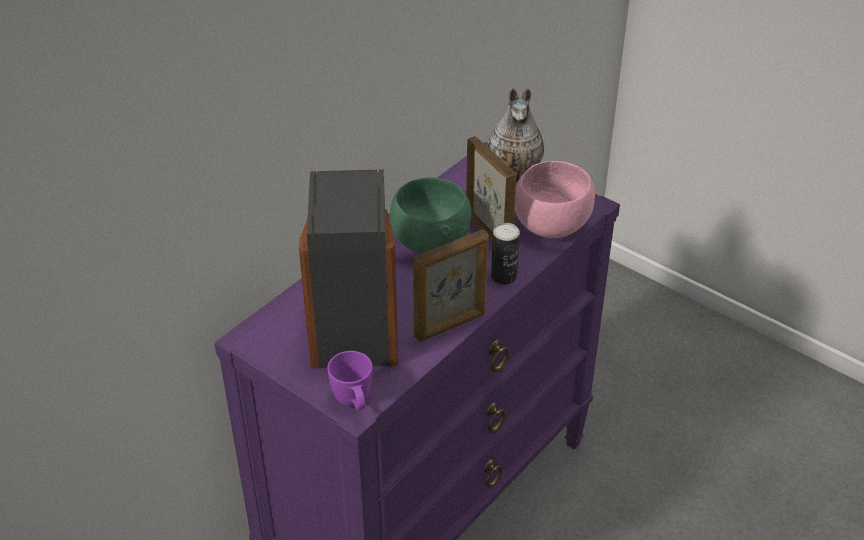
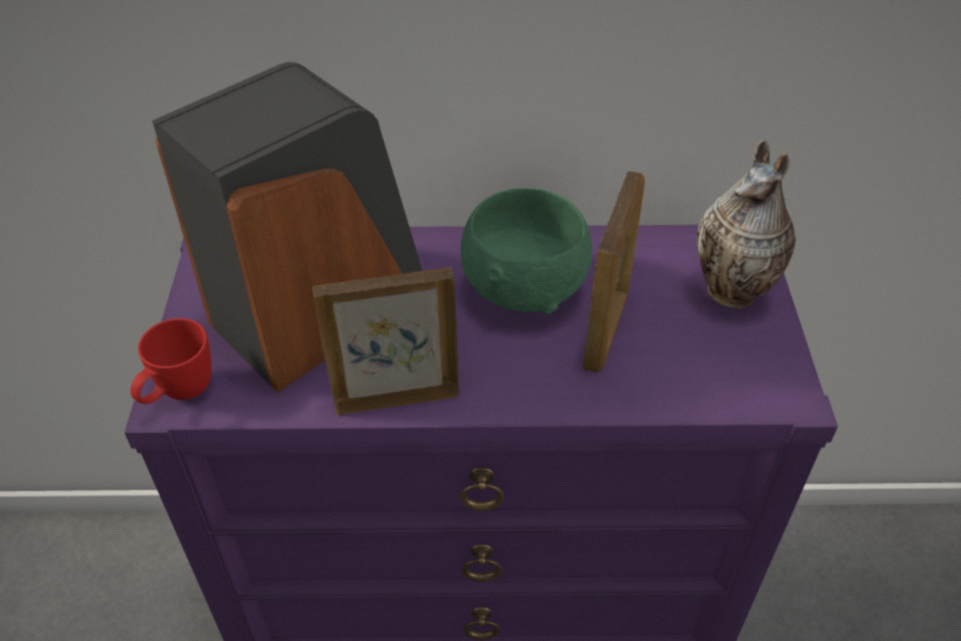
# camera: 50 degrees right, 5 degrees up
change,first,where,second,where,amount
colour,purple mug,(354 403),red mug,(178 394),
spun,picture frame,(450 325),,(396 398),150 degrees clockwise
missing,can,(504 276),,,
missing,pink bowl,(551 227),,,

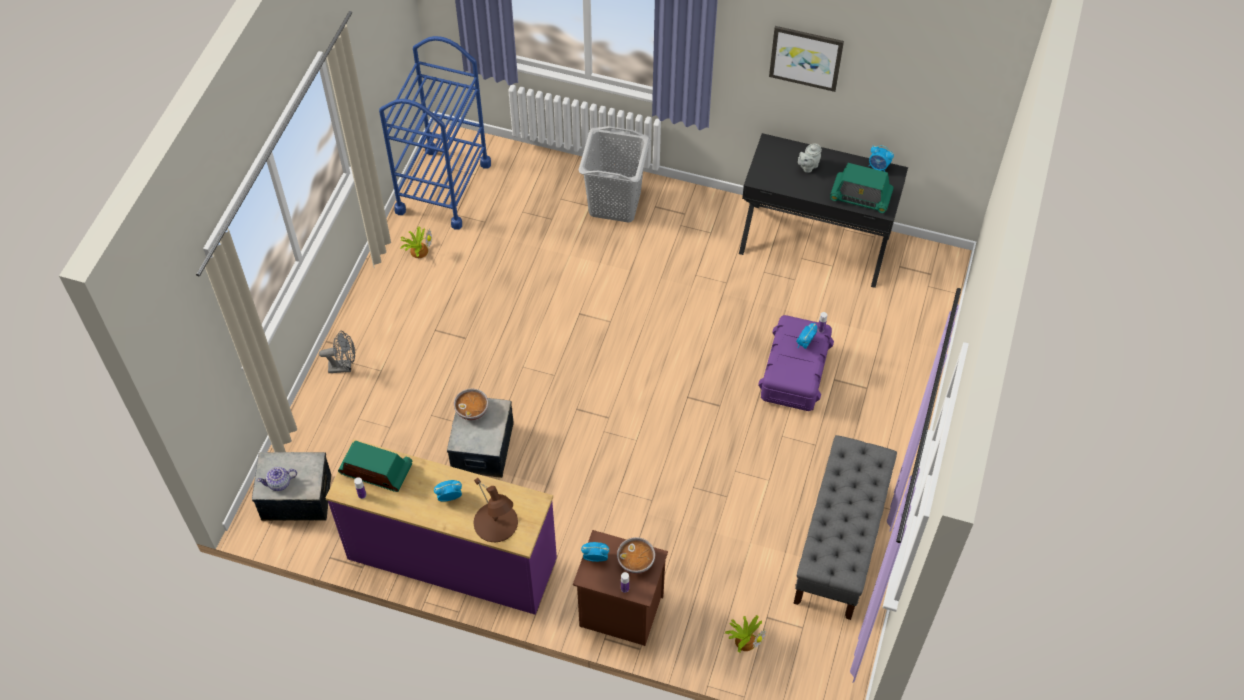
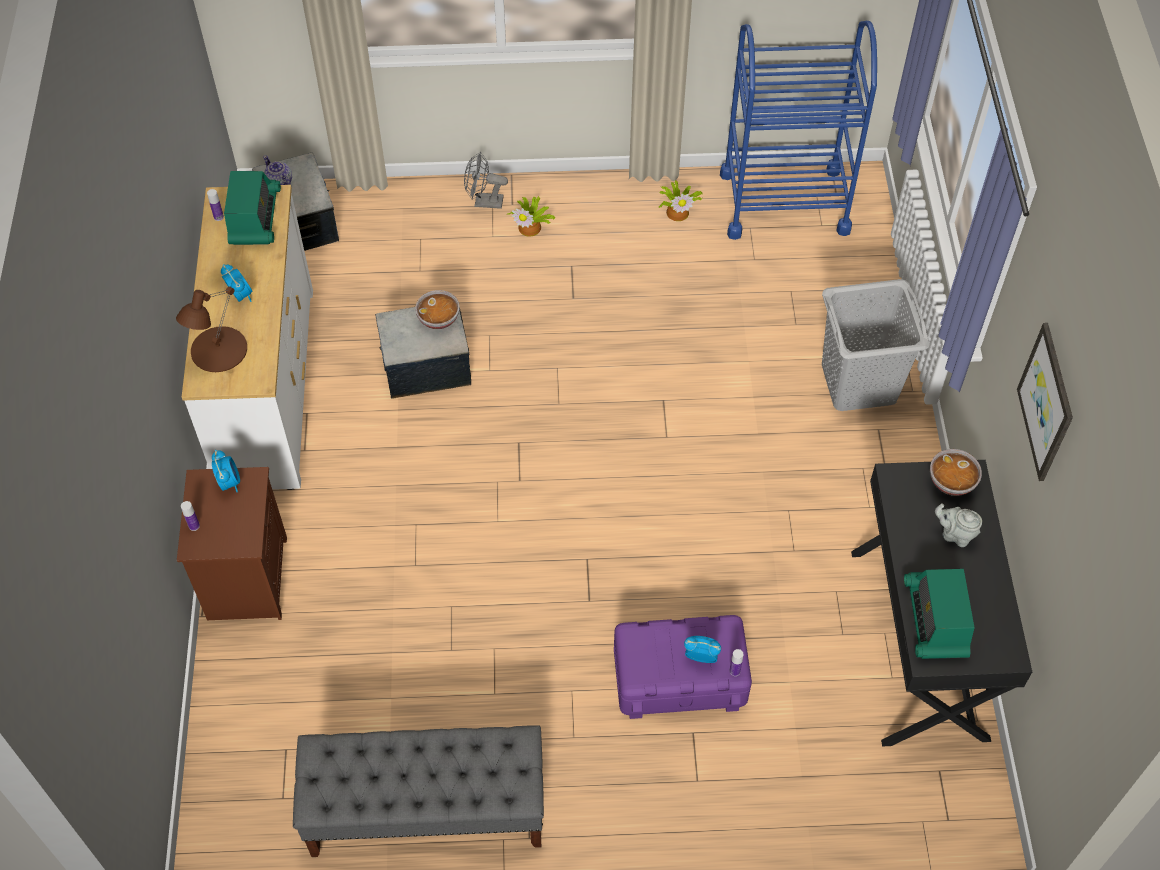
# camera: 70 degrees right, 0 degrees up
change,first,where,second,where,amount
colour,purple dresser,(452 559),white dresser,(266 387),
spun,grey fan,(344 367),,(484 202),120 degrees clockwise
relocated,potted plant,(745 640),,(531 226),
relocated,bowl,(636 562),,(951 482),
missing,alarm clock,(878 167),,,

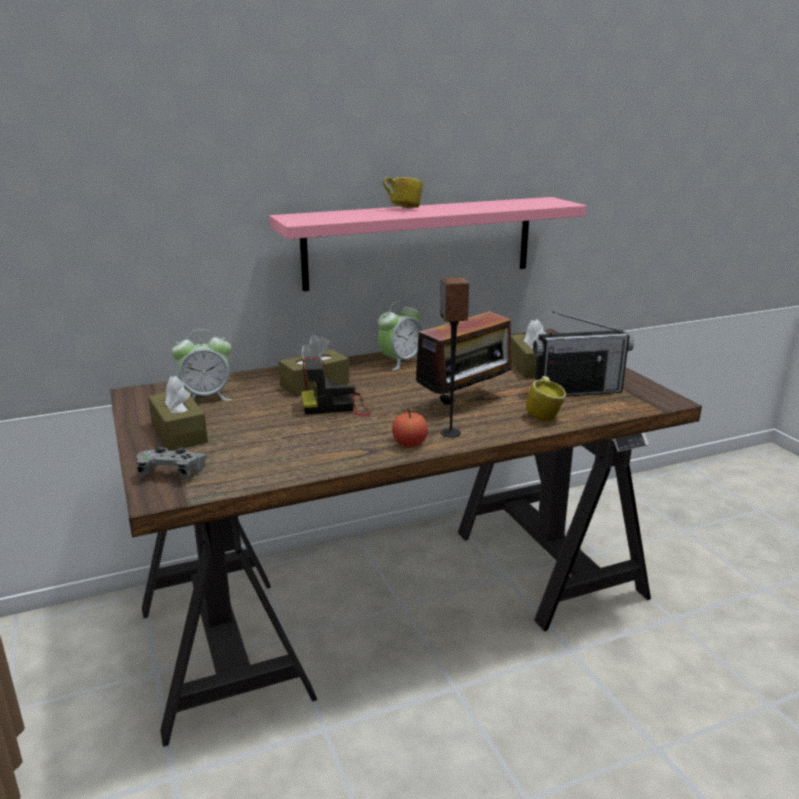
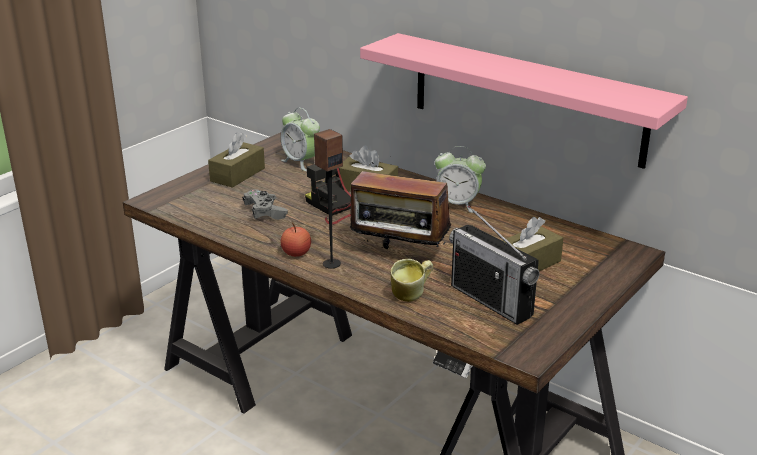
# camera: 60 degrees right, 5 degrees up
change,first,where,second,where,amount
relocated,grey game controller,(172 473),,(265 212),
missing,mug,(402 209),,,

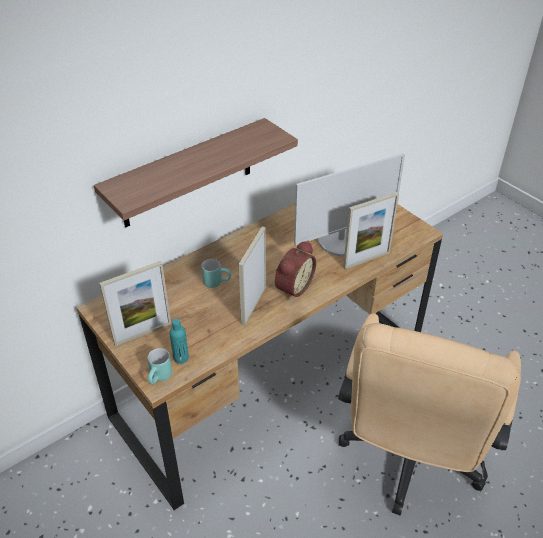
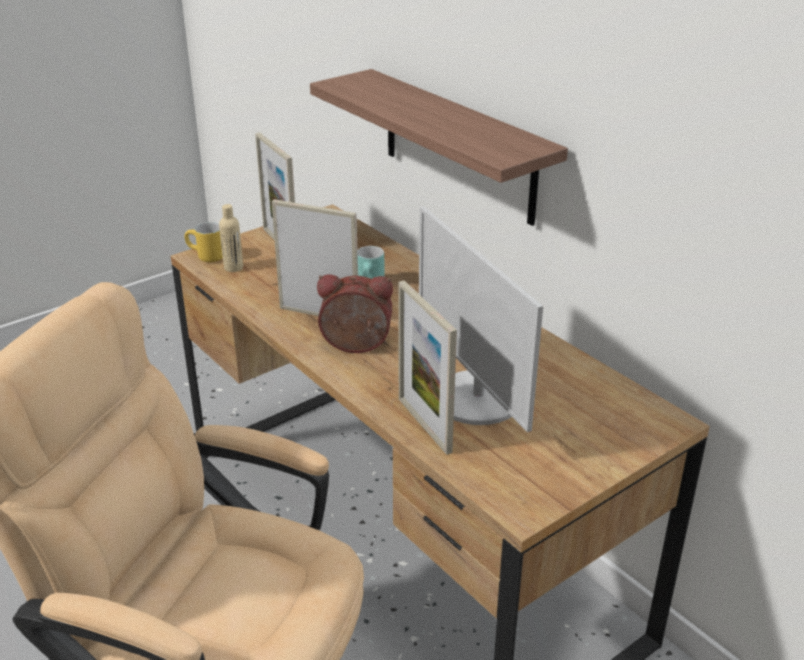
# camera: 90 degrees right, 10 degrees down
change,first,where,second,where,amount
colour,turquoise mug,(160 378),yellow mug,(205 257),
colour,turquoise bottle,(181 358),beige bottle,(233 267),
spun,alarm clock,(292 287),,(356 346),150 degrees clockwise

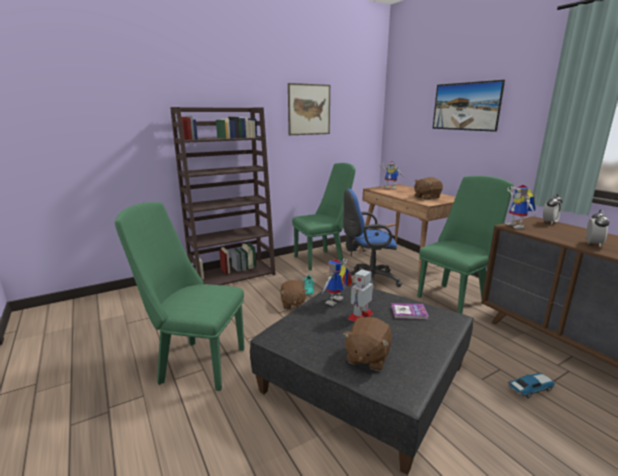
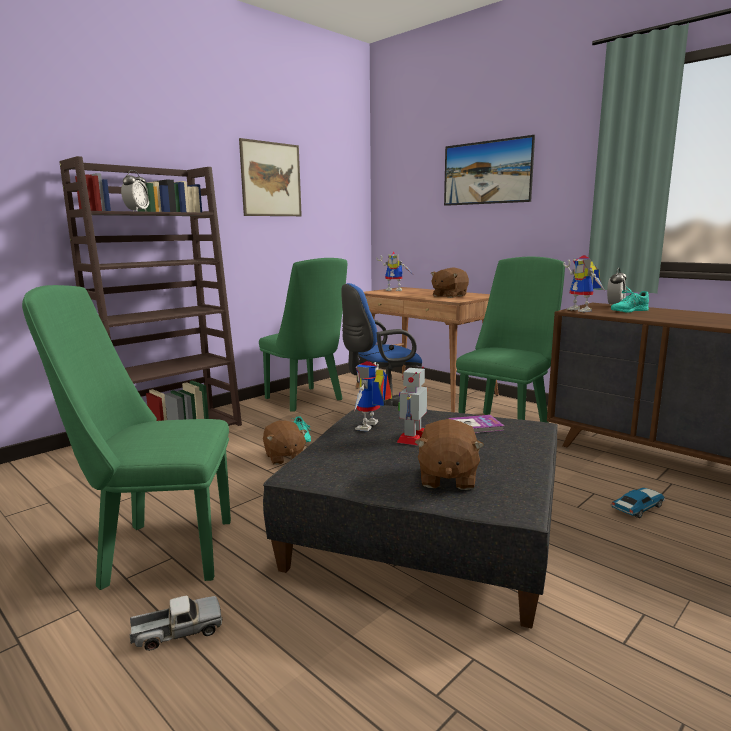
# camera: 15 degrees left, 5 degrees down
change,first,where,second,where,amount
relocated,alarm clock,(593 244),,(137 211),
appeared,,,toy truck,(177 632),
spun,green chair,(322 259),,(307 400),90 degrees clockwise
appeared,,,turquoise shoe,(628 311),

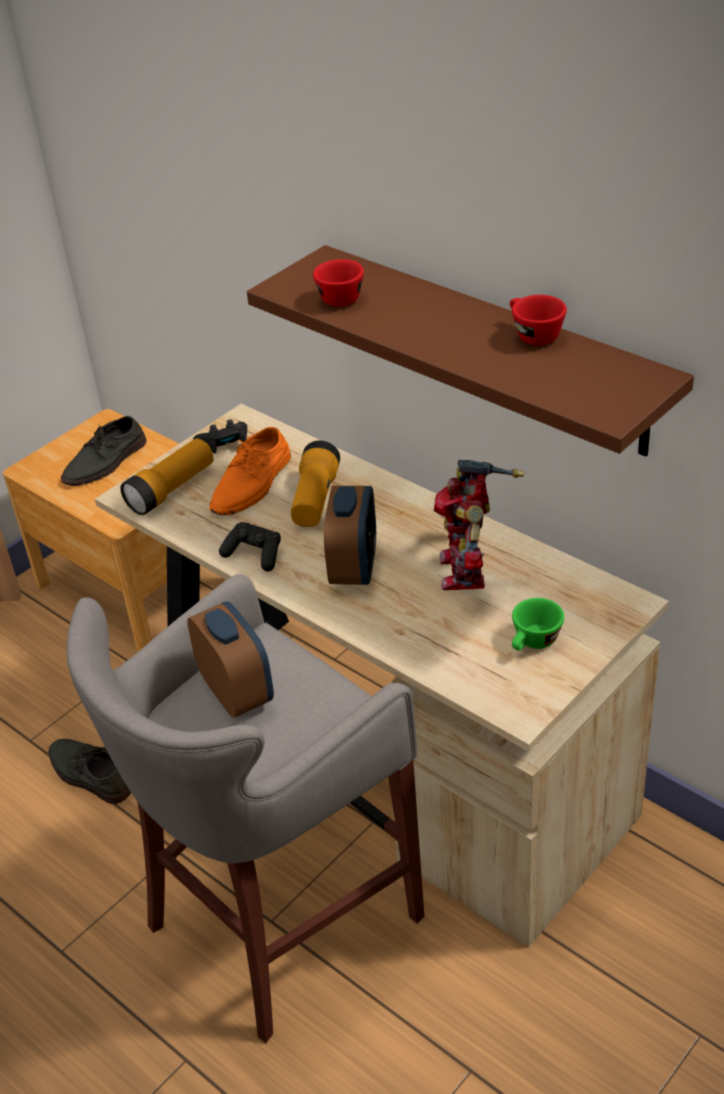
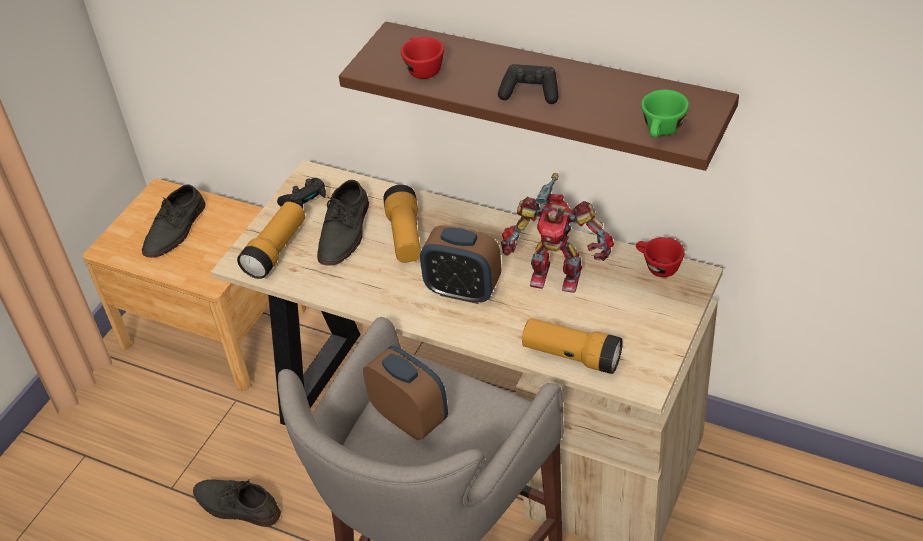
# camera: 15 degrees left, 5 degrees up
change,first,where,second,where,amount
colour,orange shoe,(253 484),grey shoe,(345 232),
spun,alarm clock,(354 568),,(463 290),120 degrees clockwise
relocated,black game controller,(254 554),,(530 93),
spun,toy robot,(467 570),,(556 274),60 degrees counterclockwise
appeared,,,flashlight,(572 356),
relocated,red cup,(532 335),,(657 266),
relocated,green cup,(533 643),,(662 131),

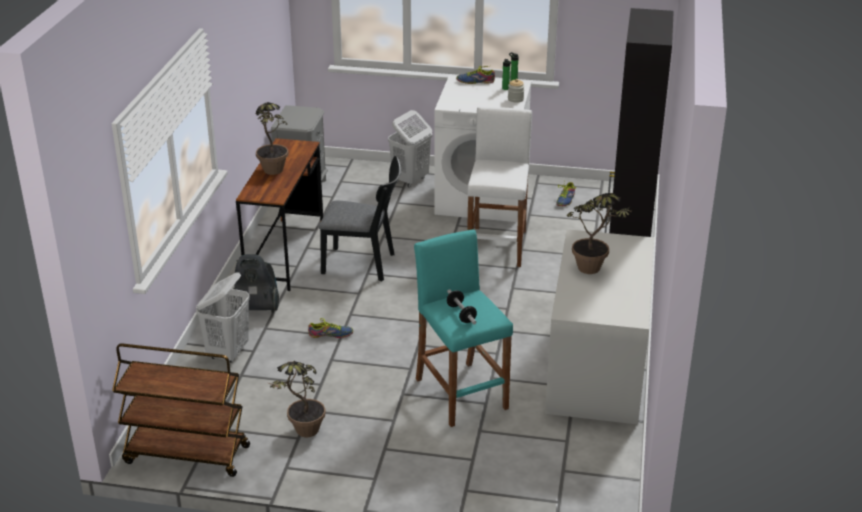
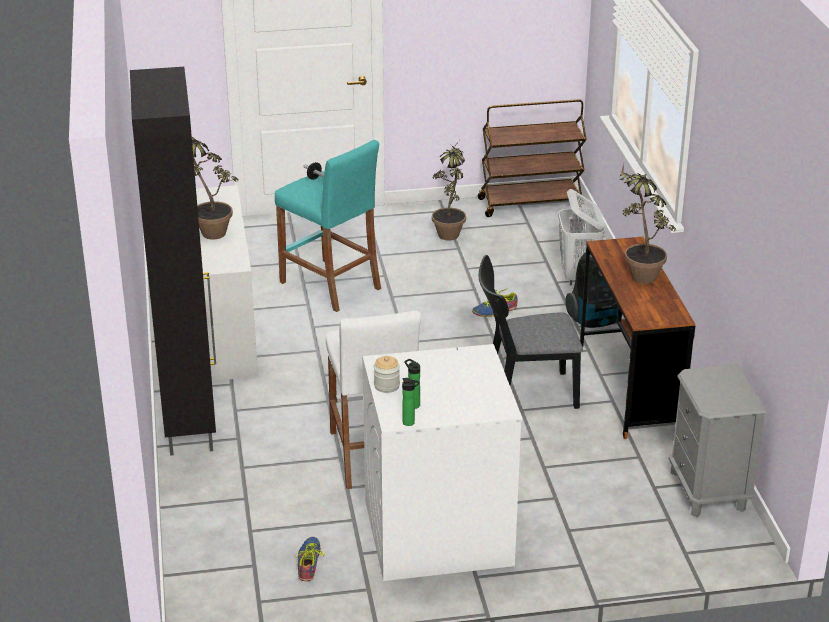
# camera: 160 degrees right, 0 degrees up
change,first,where,second,where,amount
missing,white laundry basket,(410 180),,,
missing,shoe,(475 81),,,

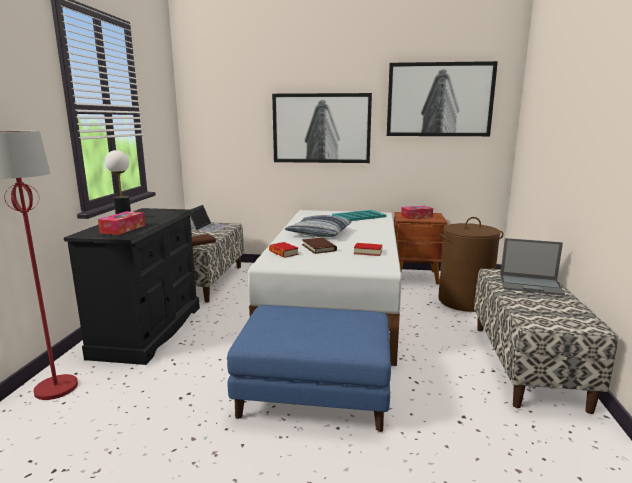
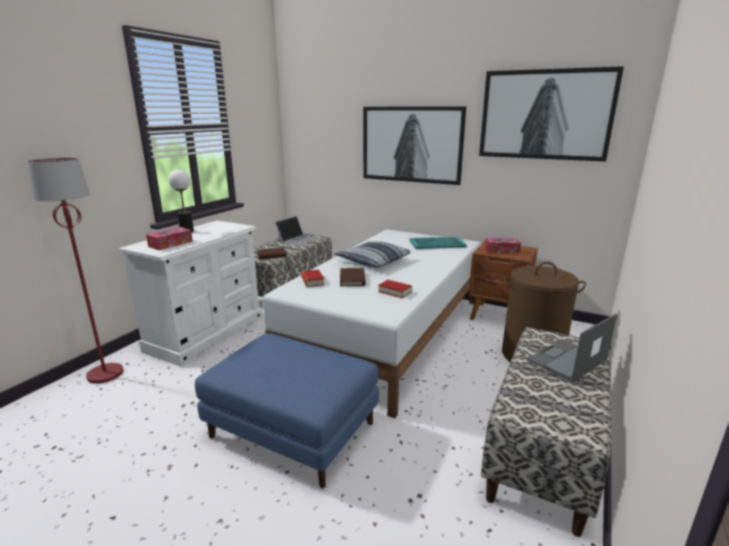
# camera: 20 degrees right, 5 degrees up
change,first,where,second,where,amount
colour,black dresser,(149 330),white dresser,(207 333),
spun,laptop,(531 285),,(566 360),105 degrees clockwise

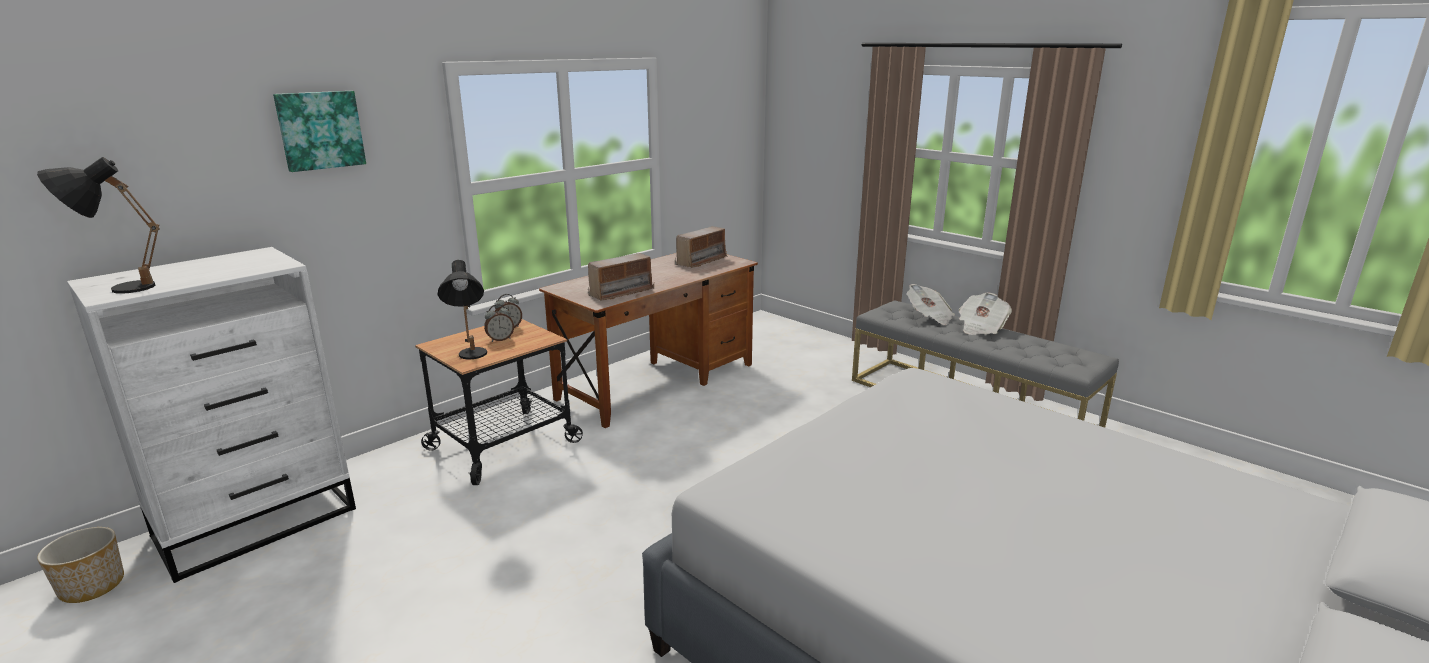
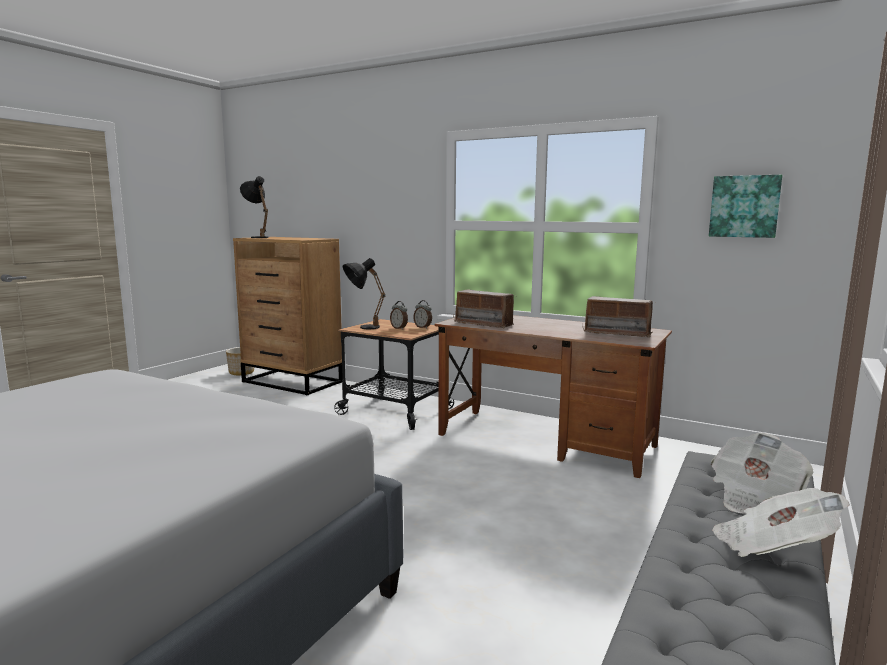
# camera: 75 degrees right, 10 degrees down
change,first,where,second,where,amount
colour,white dresser,(258 522),brown dresser,(293 382),
relocated,picture,(320 130),,(744 206),

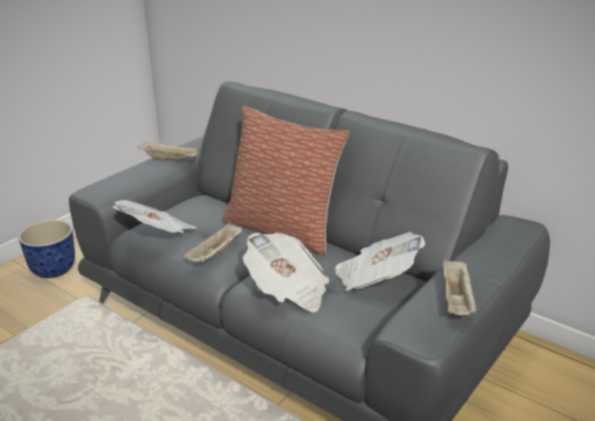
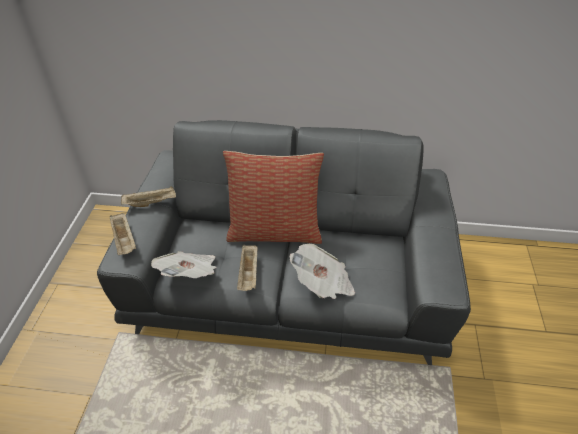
# camera: 30 degrees left, 15 degrees up
change,first,where,second,where,amount
relocated,beige tray,(456 300),,(125 240),
missing,planter,(54 270),,,
missing,newspaper,(375 279),,,

